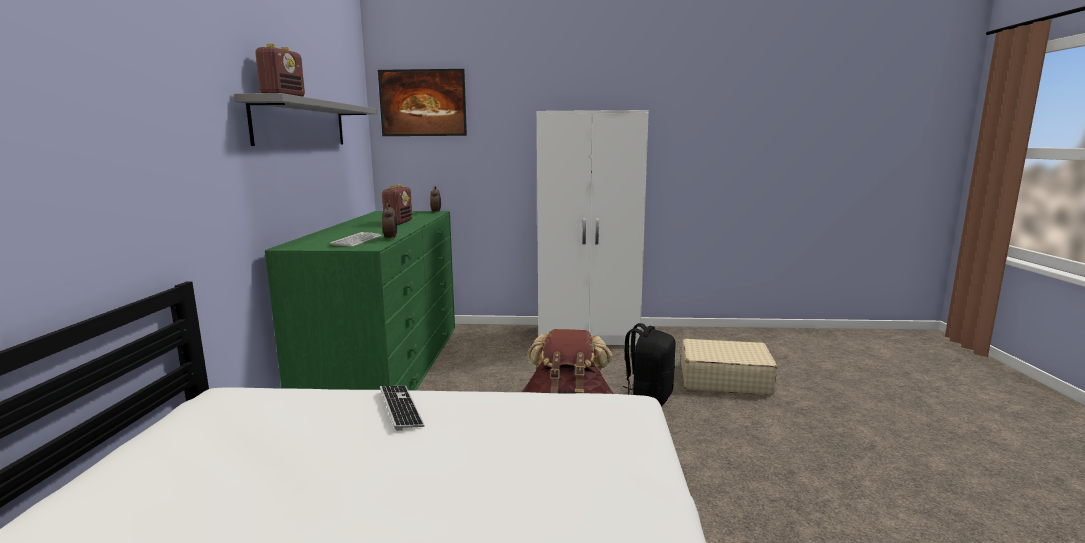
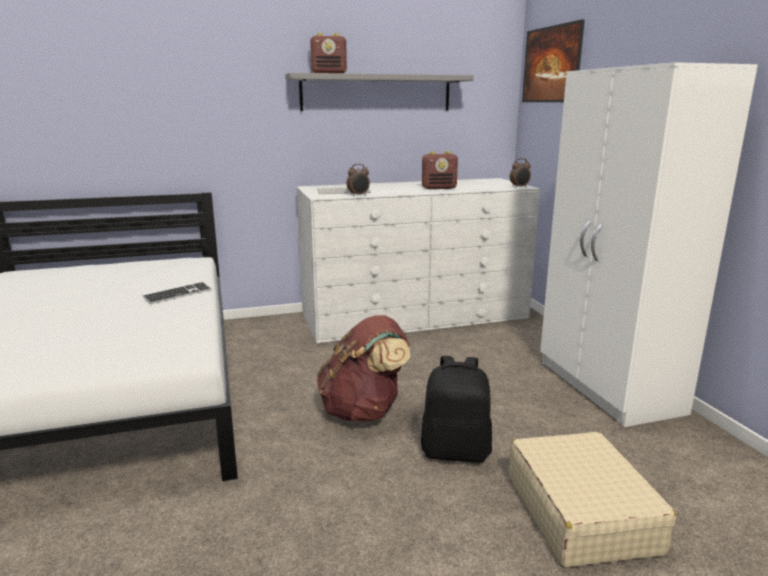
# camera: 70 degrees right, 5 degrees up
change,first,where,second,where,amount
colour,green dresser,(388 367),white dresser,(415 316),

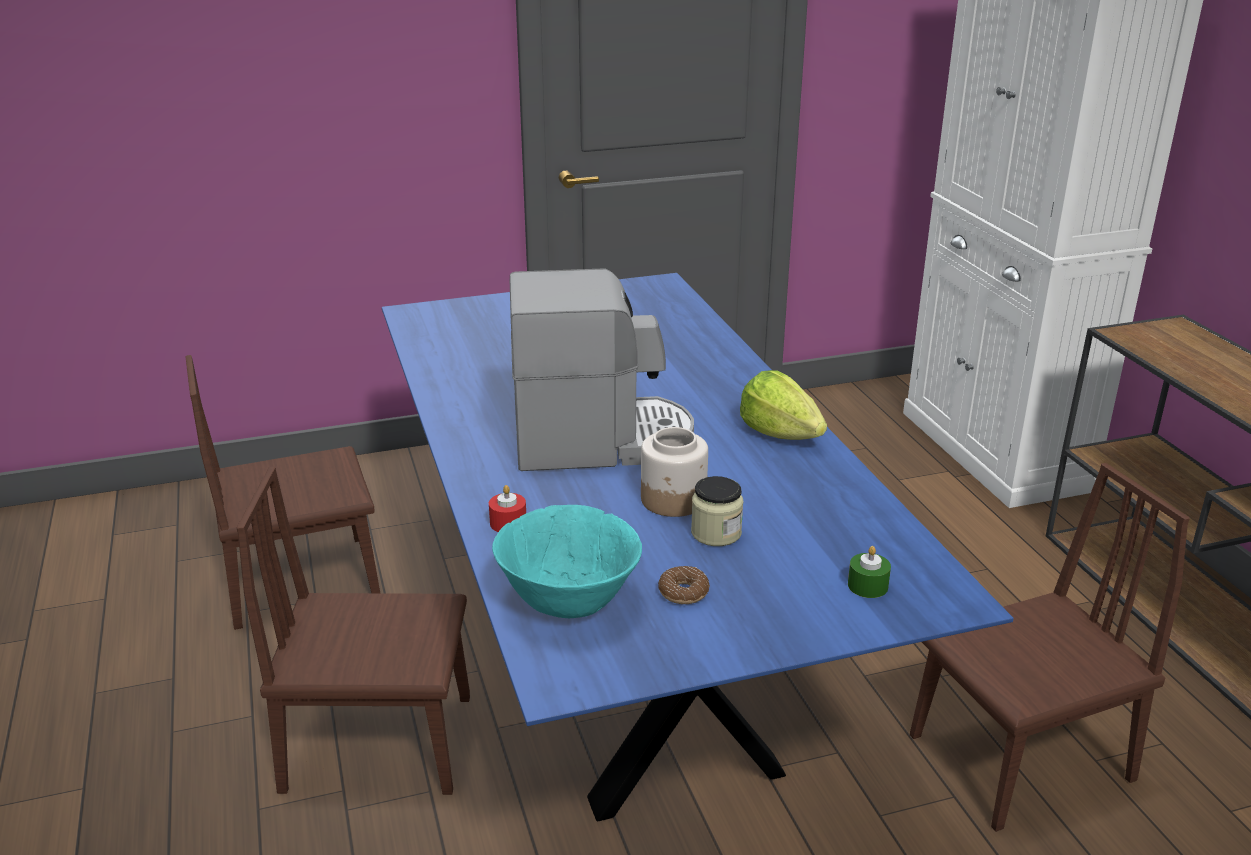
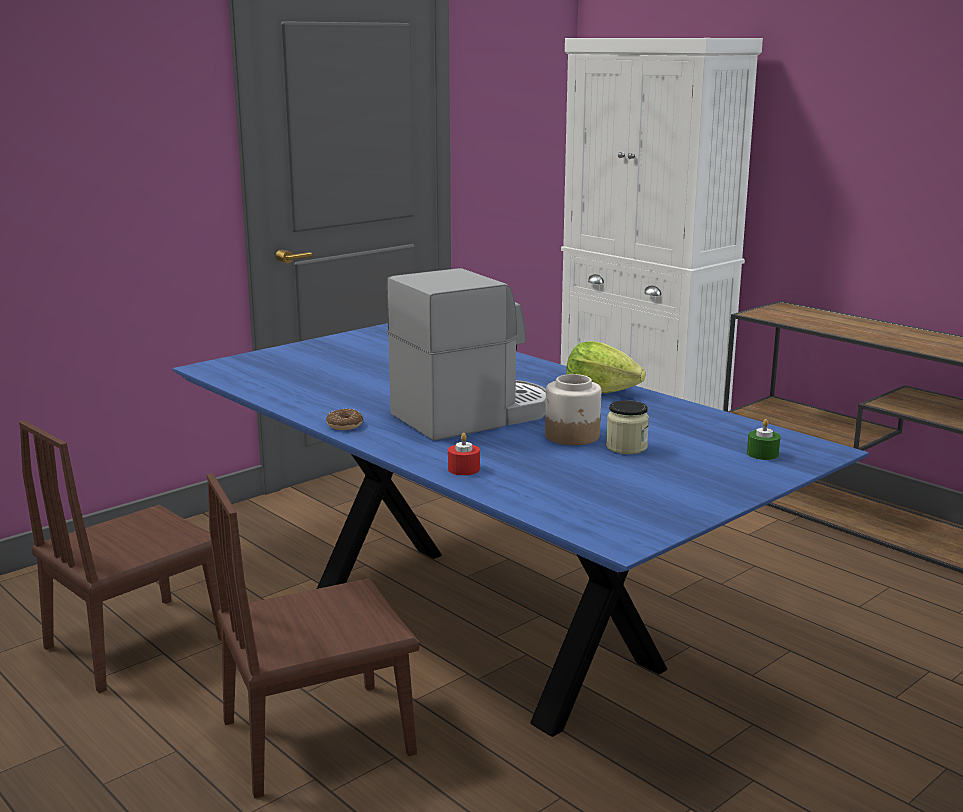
# camera: 25 degrees left, 10 degrees down
change,first,where,second,where,amount
relocated,donut,(683 592),,(344 425),
missing,turquoise bowl,(568 601),,,
missing,brown chair,(1020 757),,,

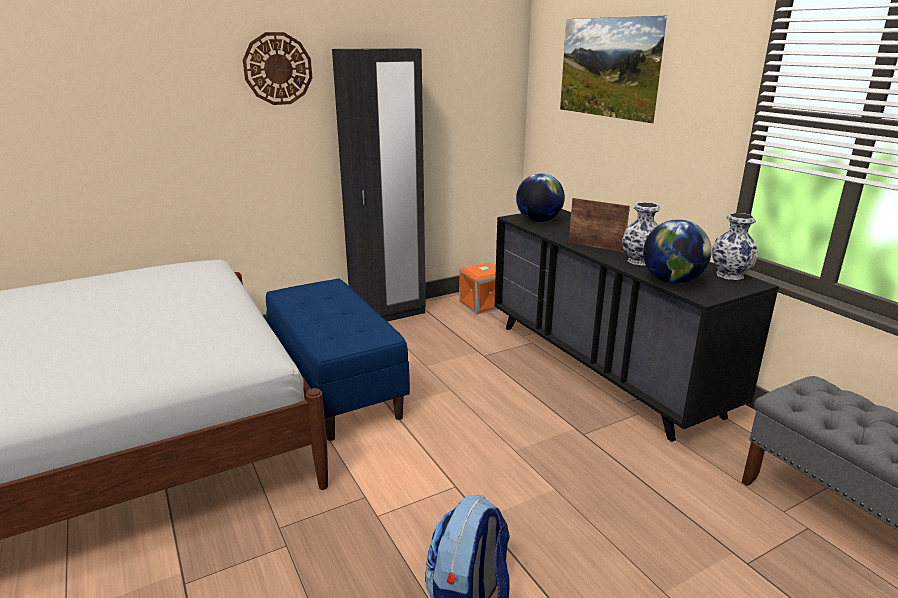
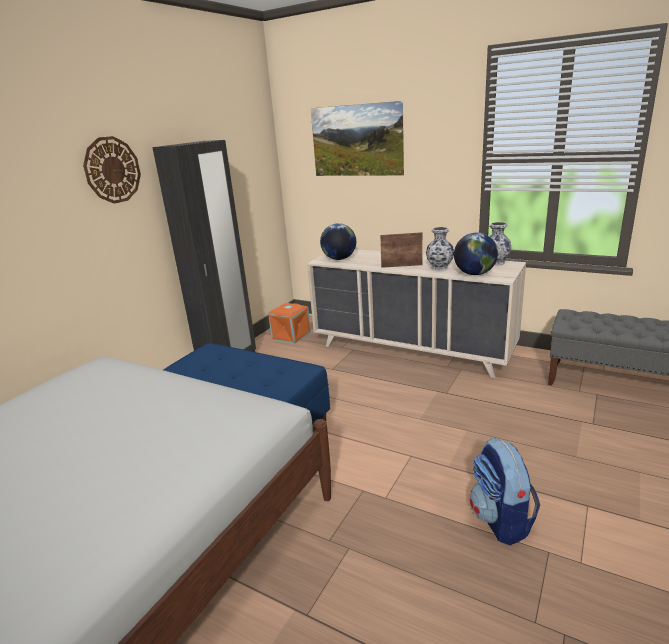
# camera: 30 degrees left, 0 degrees up
change,first,where,second,where,amount
colour,black dresser,(602 368),beige dresser,(412 350),

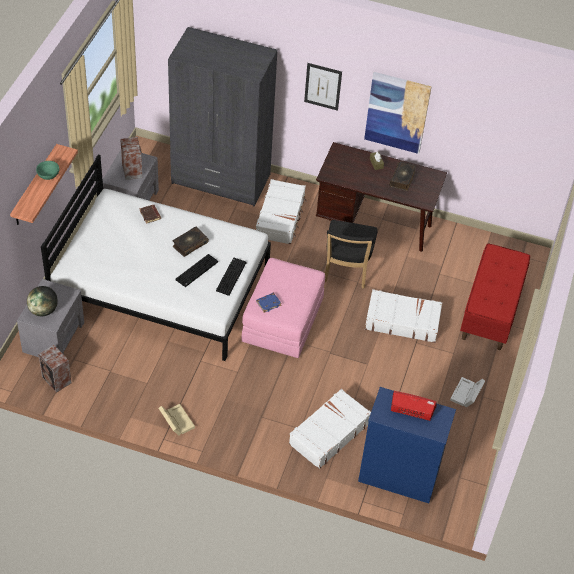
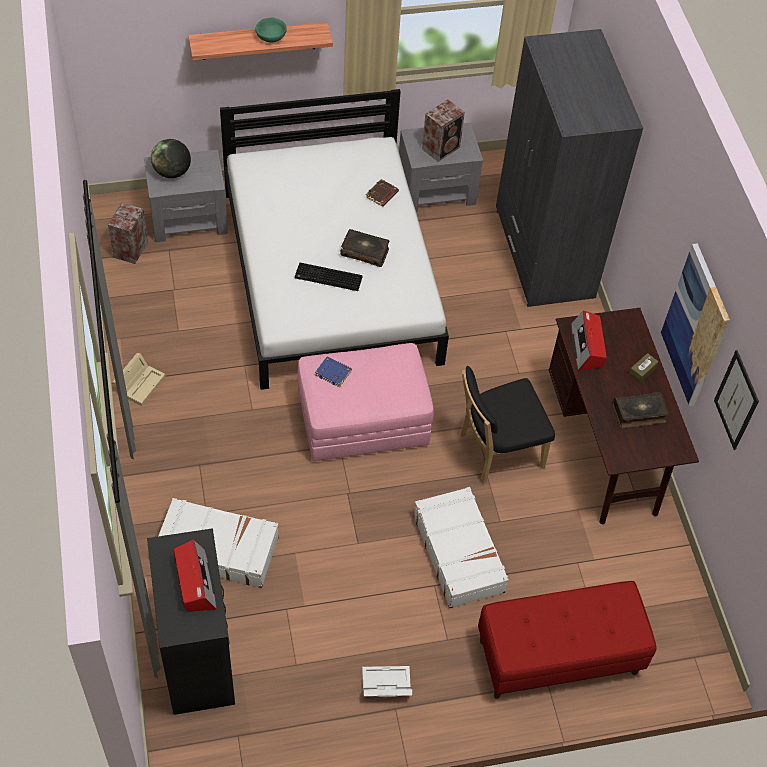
# camera: 60 degrees right, 5 degrees up
change,first,where,second,where,amount
colour,blue dresser,(397 475),black dresser,(197 657),
appeared,,,radio,(587 347),
relocated,picture,(323 86),,(736 400),
missing,keyboard,(230 276),,,
missing,white suitcase,(281 217),,,

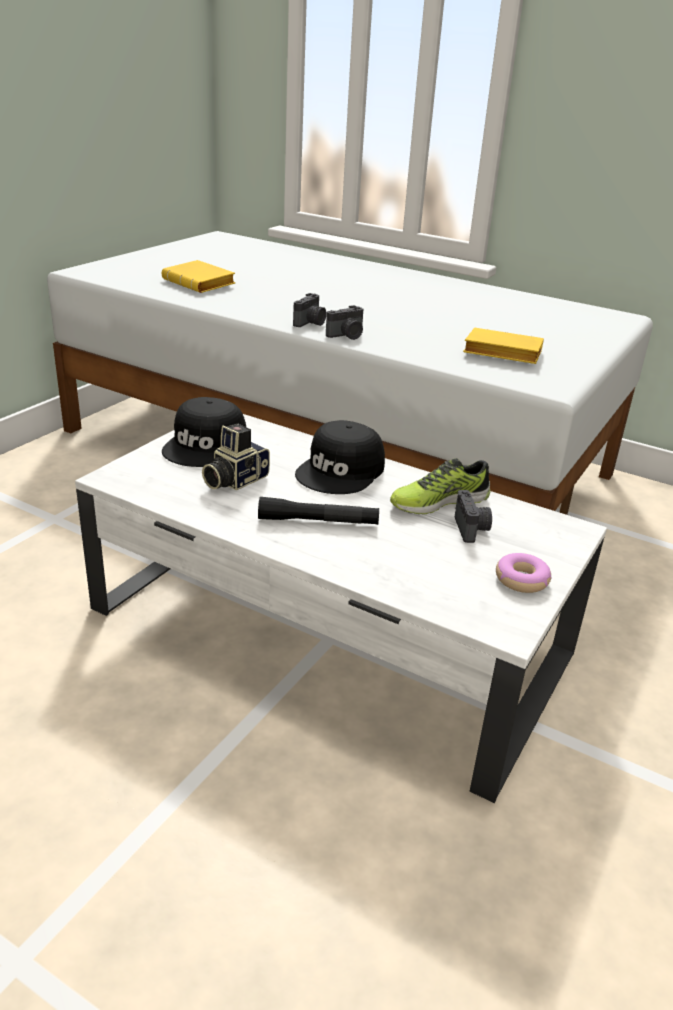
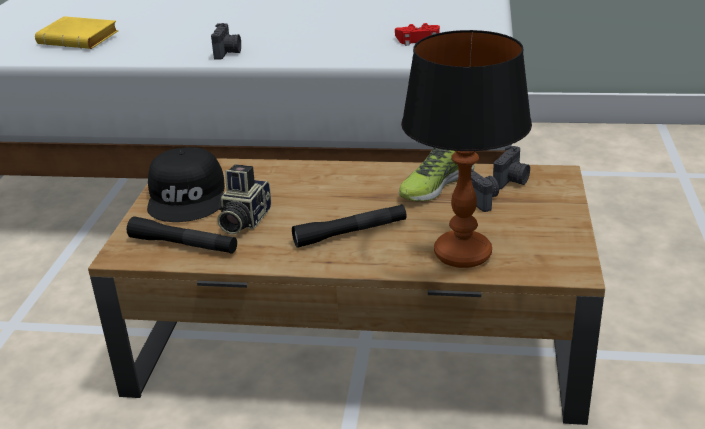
# camera: 20 degrees left, 0 degrees up
change,first,where,second,where,amount
colour,white coffee table,(331 632),brown coffee table,(361 337),
appeared,,,black flashlight,(183 245),
exchanged,yellow book,(500 354),red game controller,(418 40),
appeared,,,table lamp,(462 254),
relocated,photo camera,(347 336),,(512 181),
missing,black cap,(342 471),,,
missing,donut,(522 580),,,

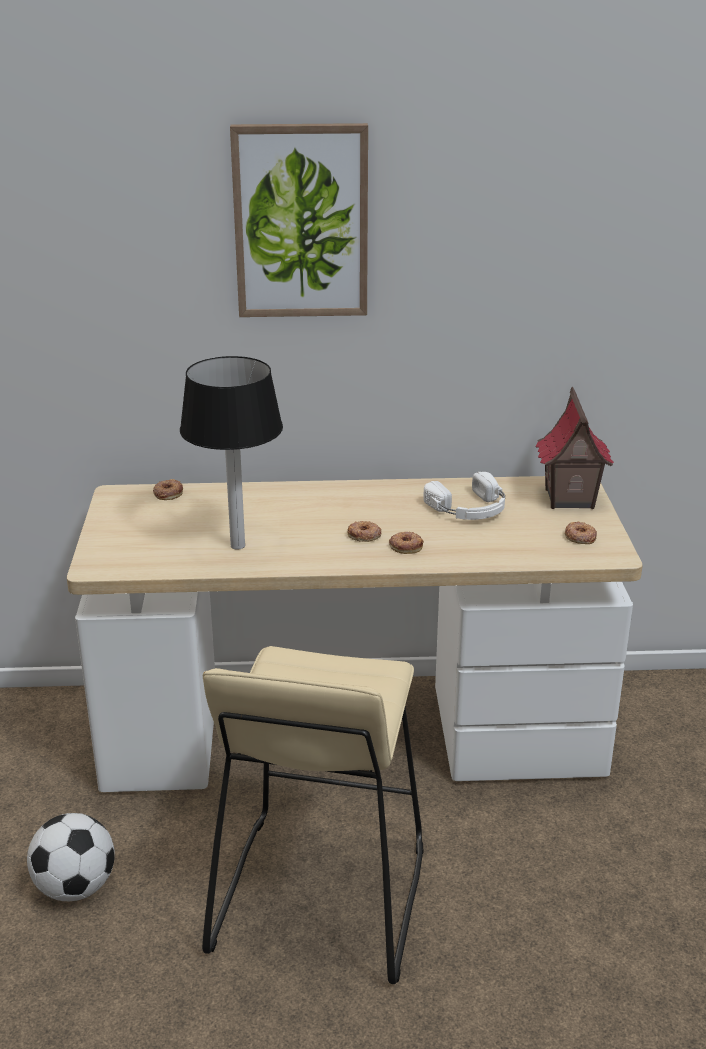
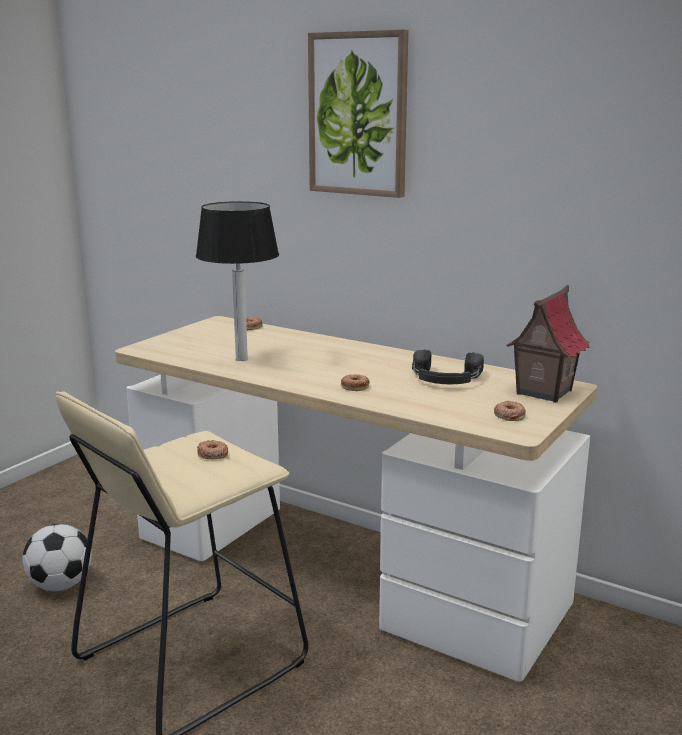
# camera: 35 degrees right, 10 degrees down
change,first,where,second,where,amount
relocated,donut,(364 535),,(212 454),
colour,white headphones,(470 509),black headphones,(445 379),

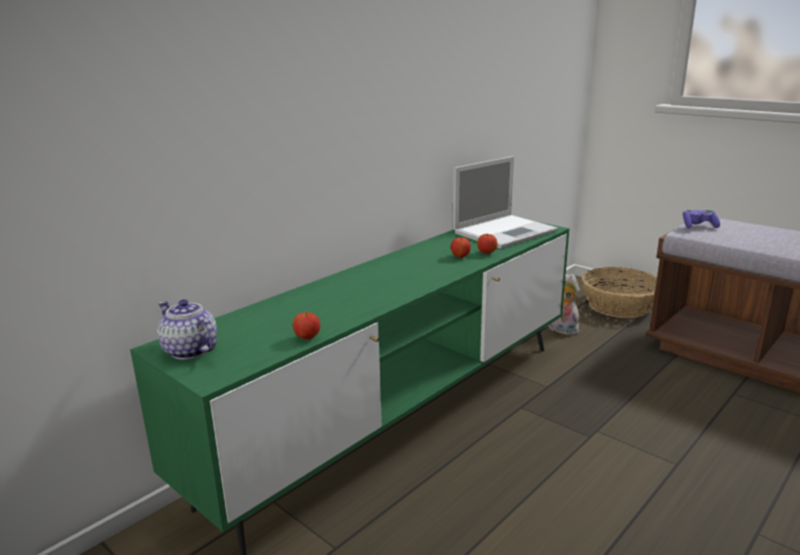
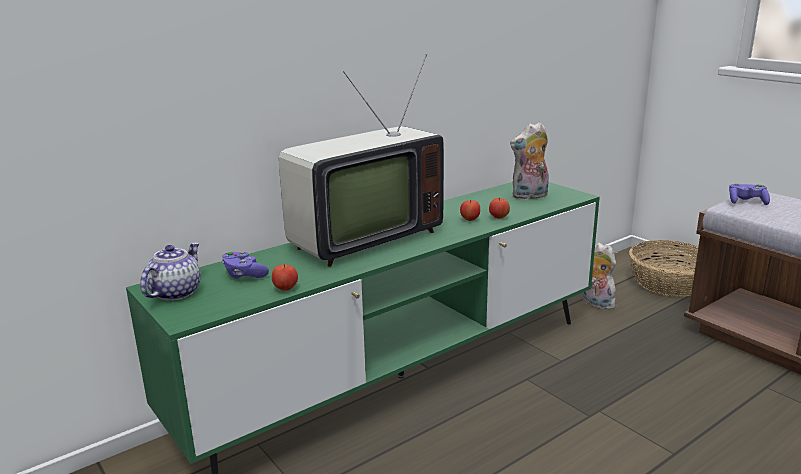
# camera: 10 degrees right, 0 degrees up
change,first,where,second,where,amount
spun,teapot,(189 350),,(175 292),60 degrees clockwise
appeared,,,purple game controller,(244 275),
appeared,,,television,(360 239),
exchanged,laptop,(505 231),plush toy,(530 196),

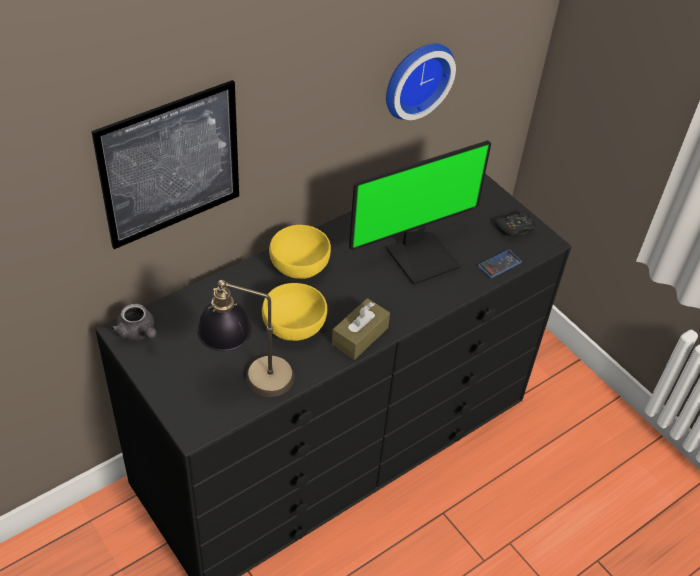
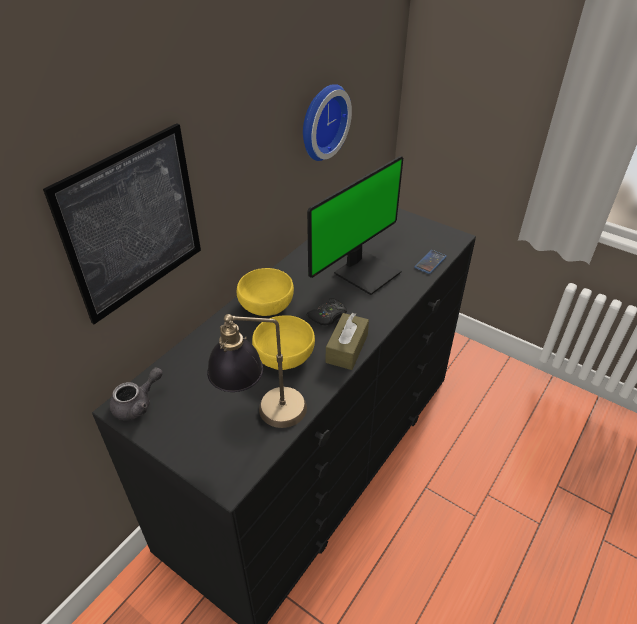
# camera: 15 degrees left, 5 degrees down
change,first,where,second,where,amount
spun,grey teapot,(138 332),,(138 404),75 degrees counterclockwise
relocated,black game controller,(514 228),,(328 316),

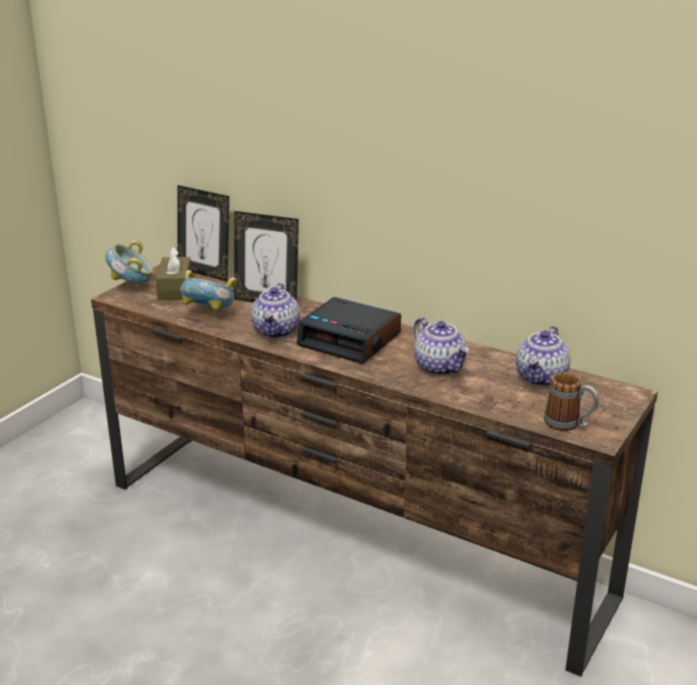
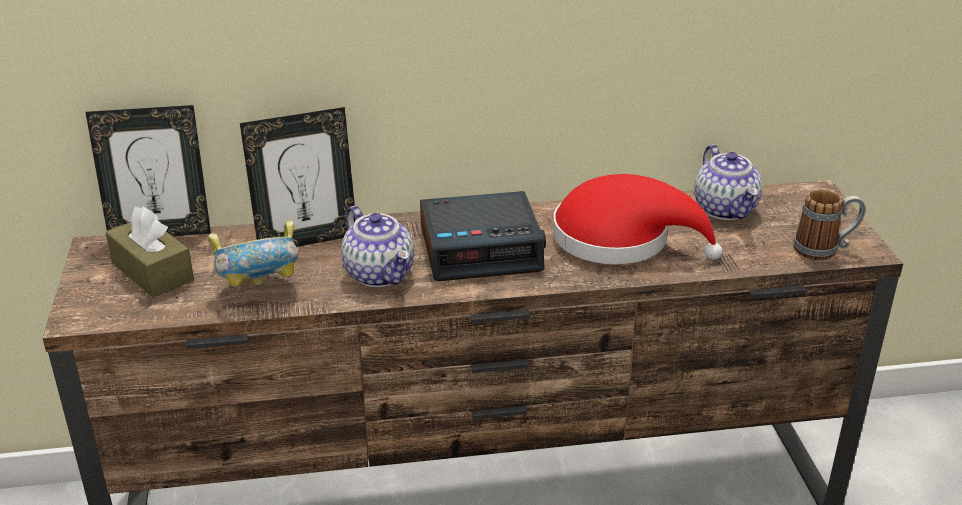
# camera: 40 degrees left, 5 degrees up
change,first,where,second,where,amount
exchanged,teapot,(440 367),red hat,(621 239),
missing,bowl,(132 286),,,

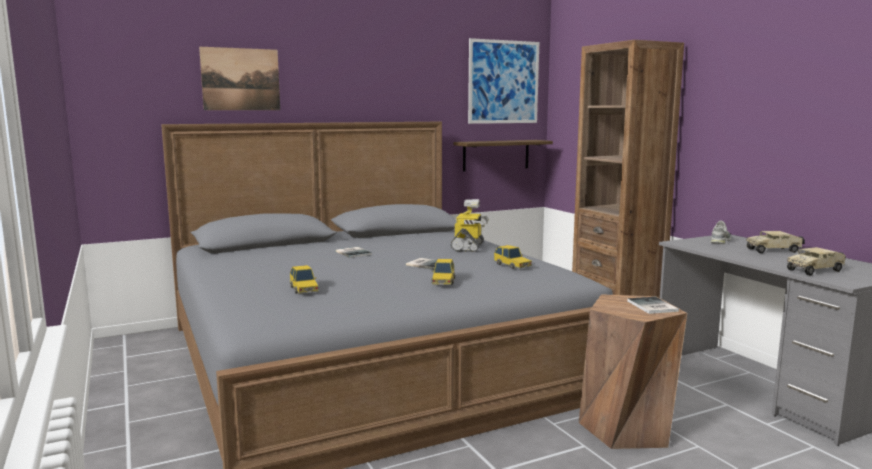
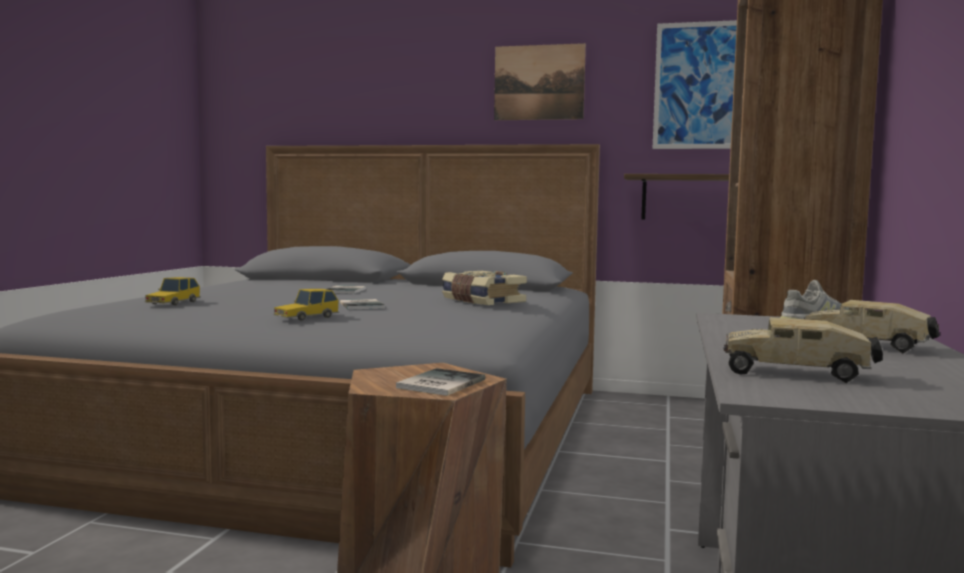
# camera: 40 degrees right, 5 degrees down
change,first,where,second,where,amount
exchanged,toy robot,(468 247),book,(482 301),
relocated,picture,(241 79),,(539 82),
missing,toy car,(512 265),,,

